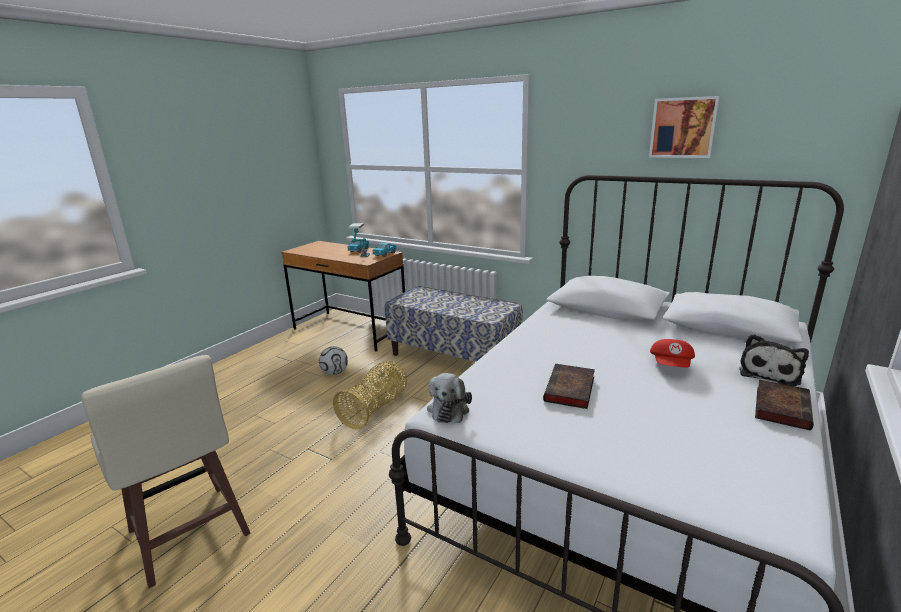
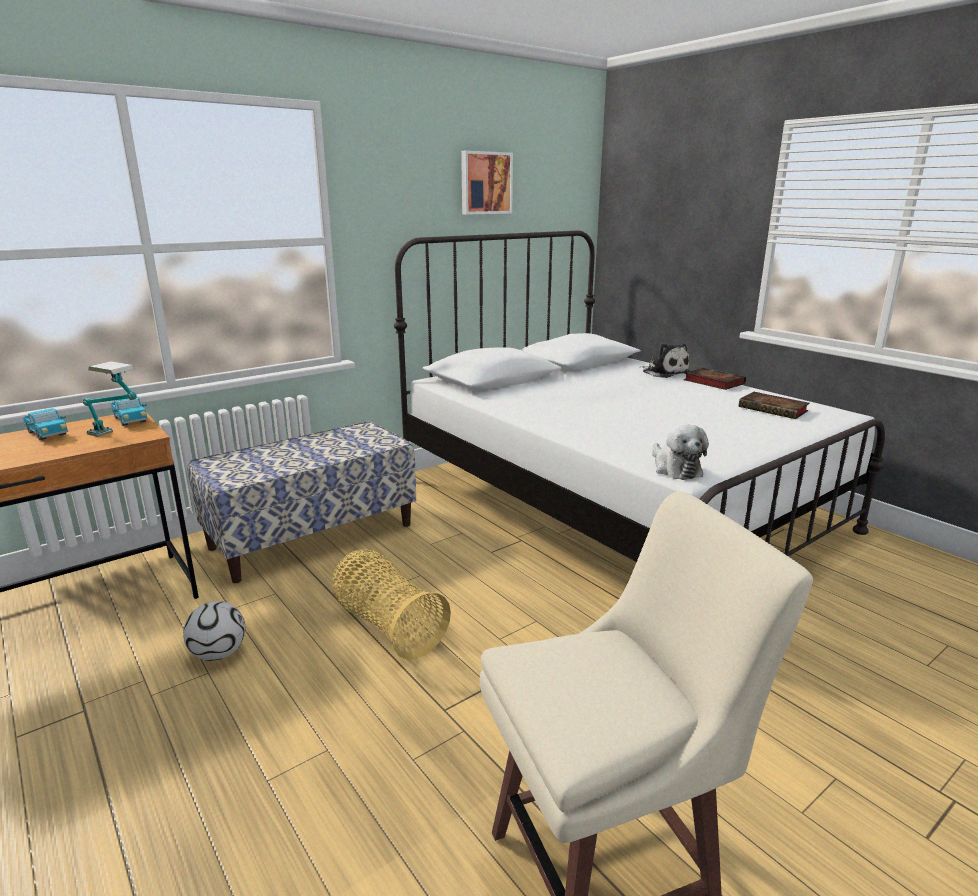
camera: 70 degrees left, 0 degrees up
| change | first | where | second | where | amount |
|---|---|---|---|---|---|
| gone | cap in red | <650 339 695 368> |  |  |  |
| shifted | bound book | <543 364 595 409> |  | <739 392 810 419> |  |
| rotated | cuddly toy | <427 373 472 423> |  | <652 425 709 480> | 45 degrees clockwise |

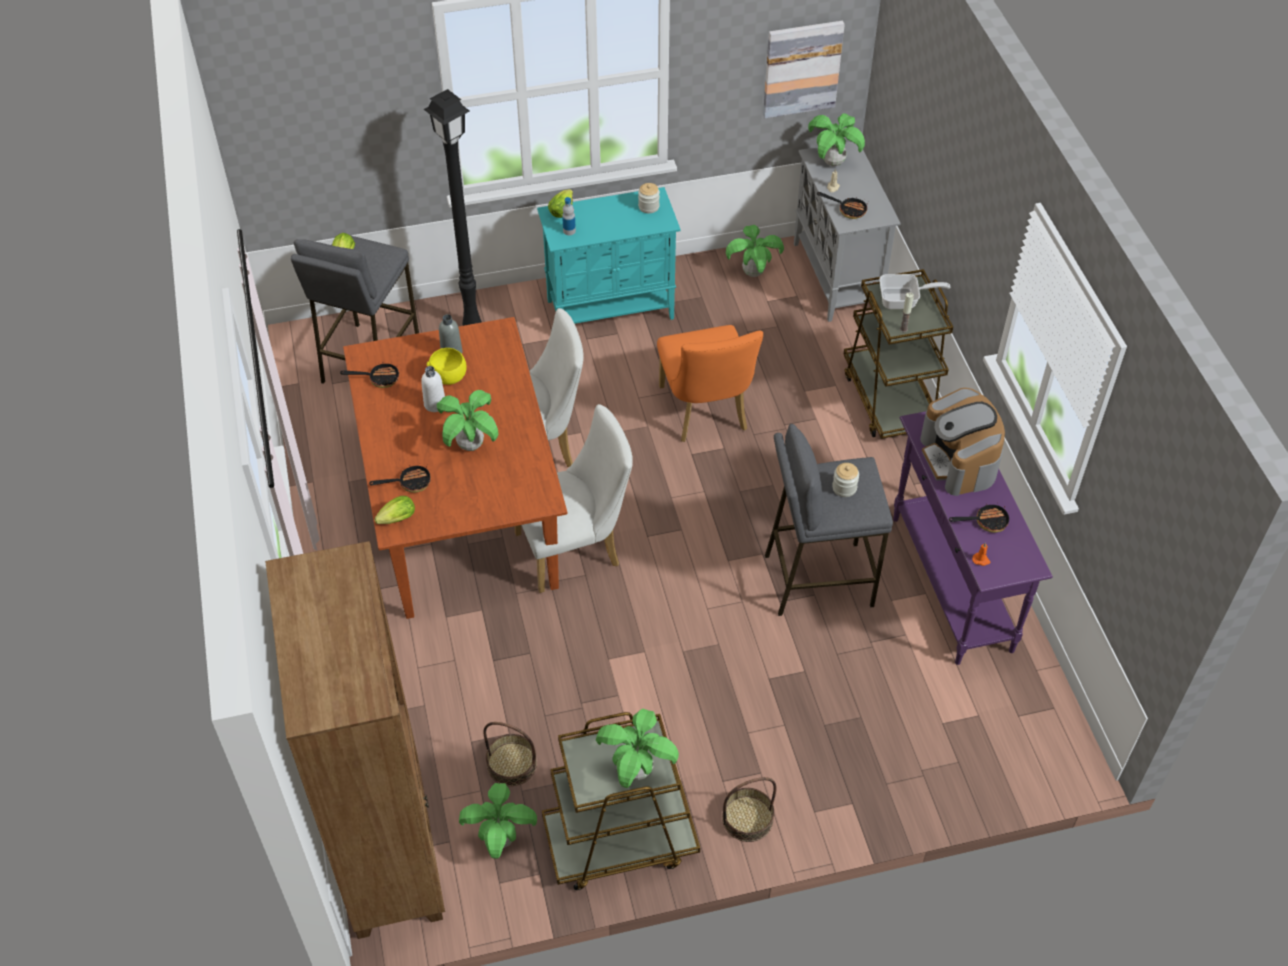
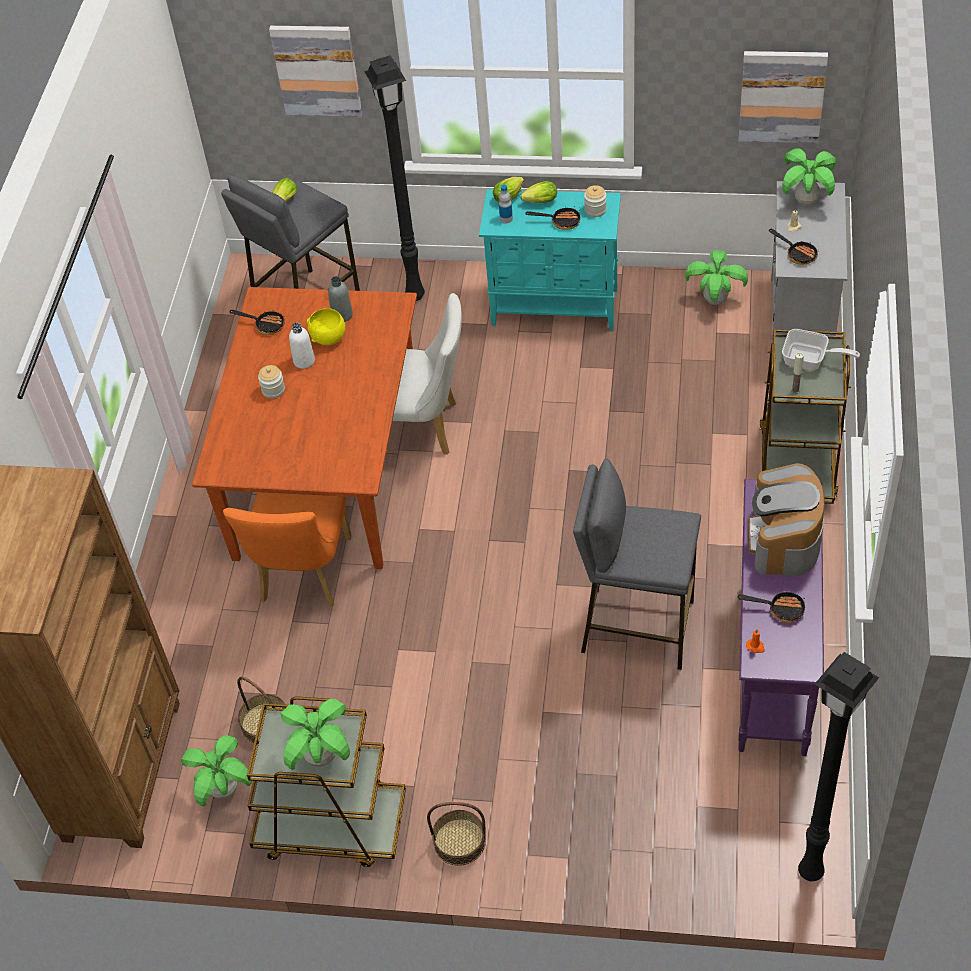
camera: 25 degrees right, 0 degrees up
| change | first | where | second | where | amount |
|---|---|---|---|---|---|
| shifted | chair in orangey | <657 325 763 442> |  | <223 492 352 606> |  |
| gone | houseplant | <437 390 499 451> |  |  |  |
| gone | chair in whitish | <515 404 633 593> |  |  |  |
| shifted | pan | <369 463 431 493> |  | <525 206 581 230> |  |
| shifted | preserve jar | <832 463 859 497> |  | <258 365 285 399> |  |
| shifted | lettuce head | <374 496 415 524> |  | <520 181 557 203> |  |
| new |  |  | picture | <269 26 362 117> |  |
| new |  |  | standing lamp in black | <798 652 879 881> |  |

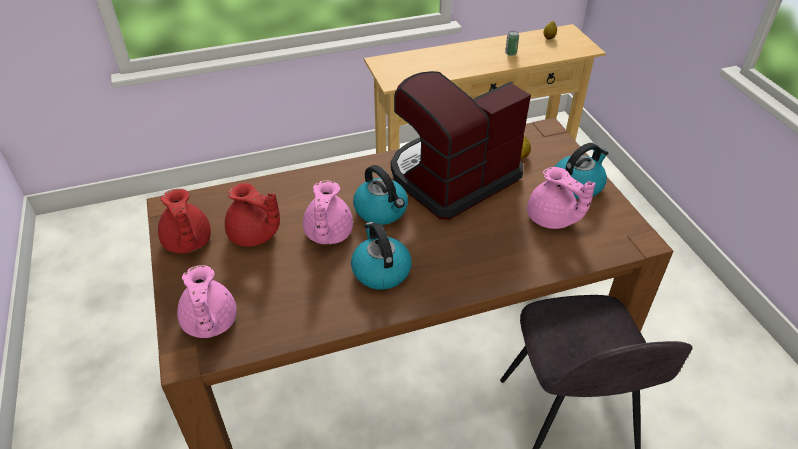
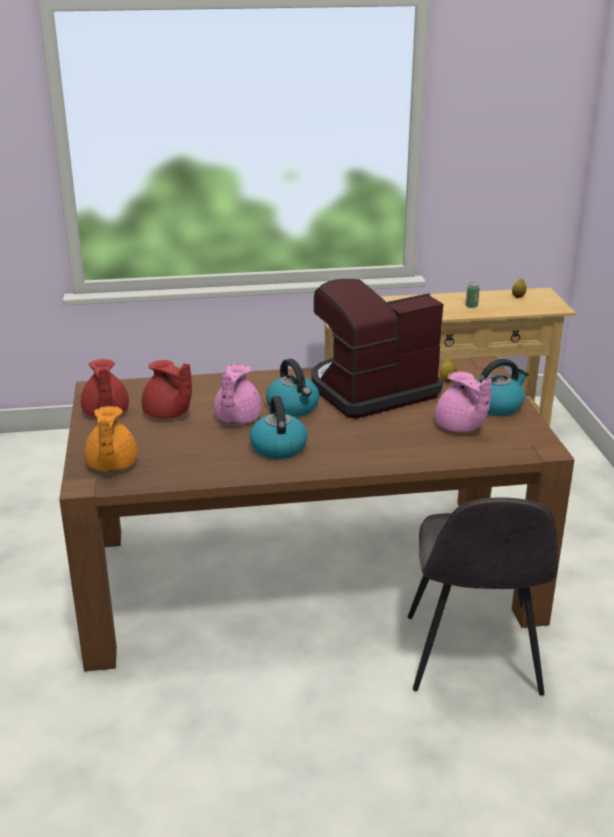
camera: 10 degrees right, 15 degrees down
| change | first | where | second | where | amount |
|---|---|---|---|---|---|
| repainted | tea pot in pinkish | <177 265 237 338> | tea pot in orangey | <84 406 138 472> |  |

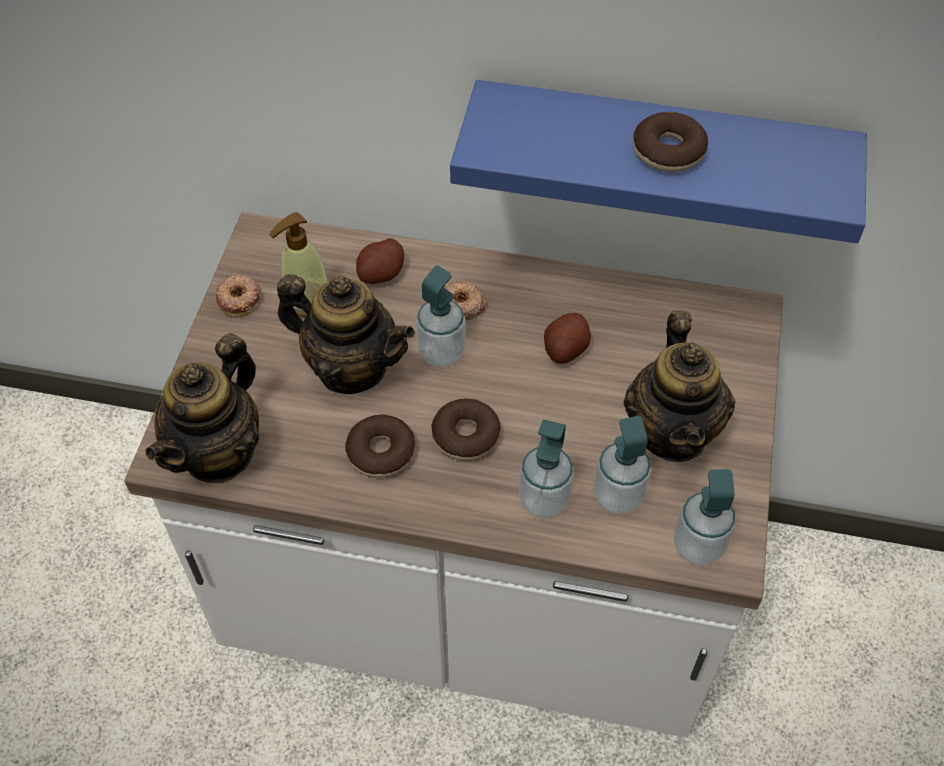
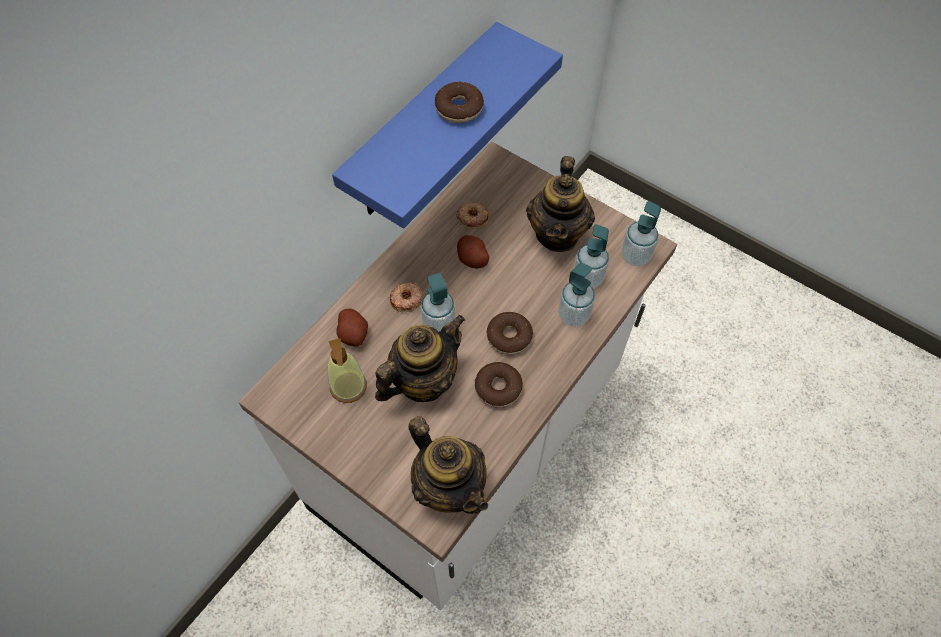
camera: 65 degrees left, 5 degrees up
| change | first | where | second | where | amount |
|---|---|---|---|---|---|
| shifted | donut | <215 275 261 318> |  | <456 202 489 229> |  |
| rotated | tea pot | <623 310 735 462> |  | <526 156 595 252> | 75 degrees clockwise |

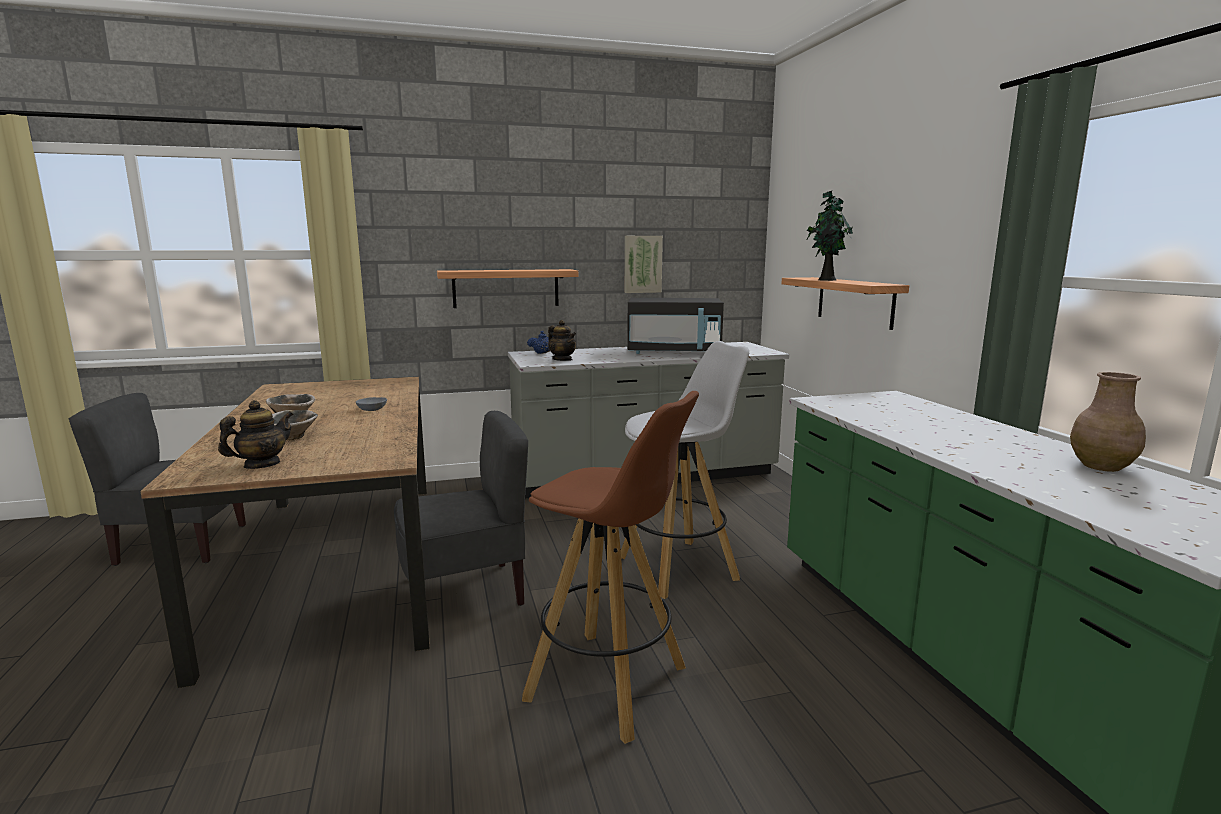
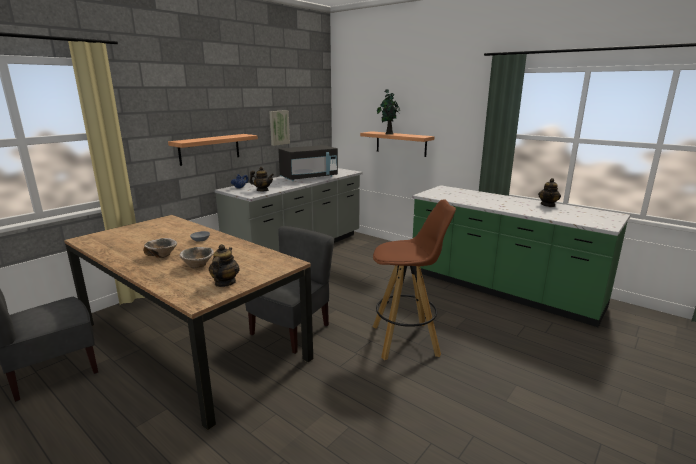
camera: 35 degrees left, 5 degrees up
| change | first | where | second | where | amount |
|---|---|---|---|---|---|
| gone | sitting stool in whitish | <621 341 749 599> |  |  |  |
| swapped | decorative vase in brownish | <1070 372 1146 472> | tea pot | <538 178 561 207> |  |

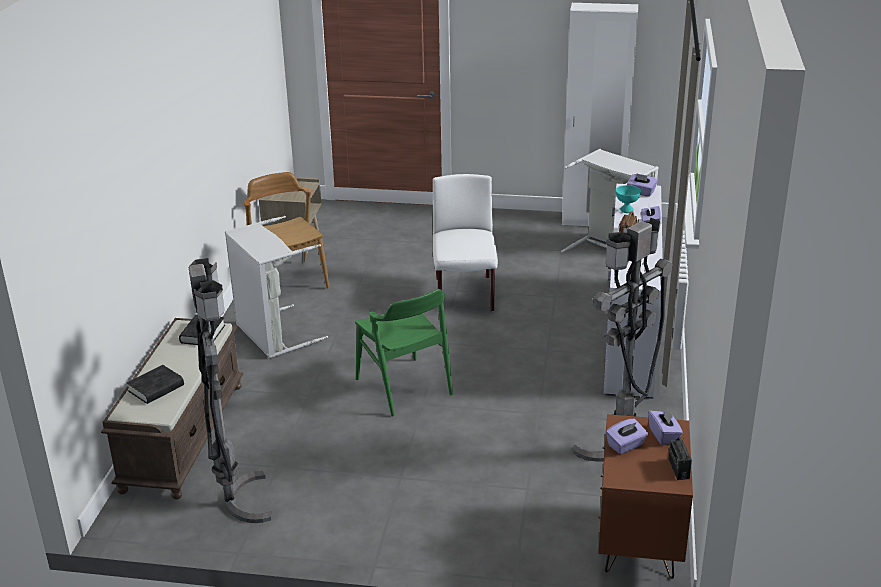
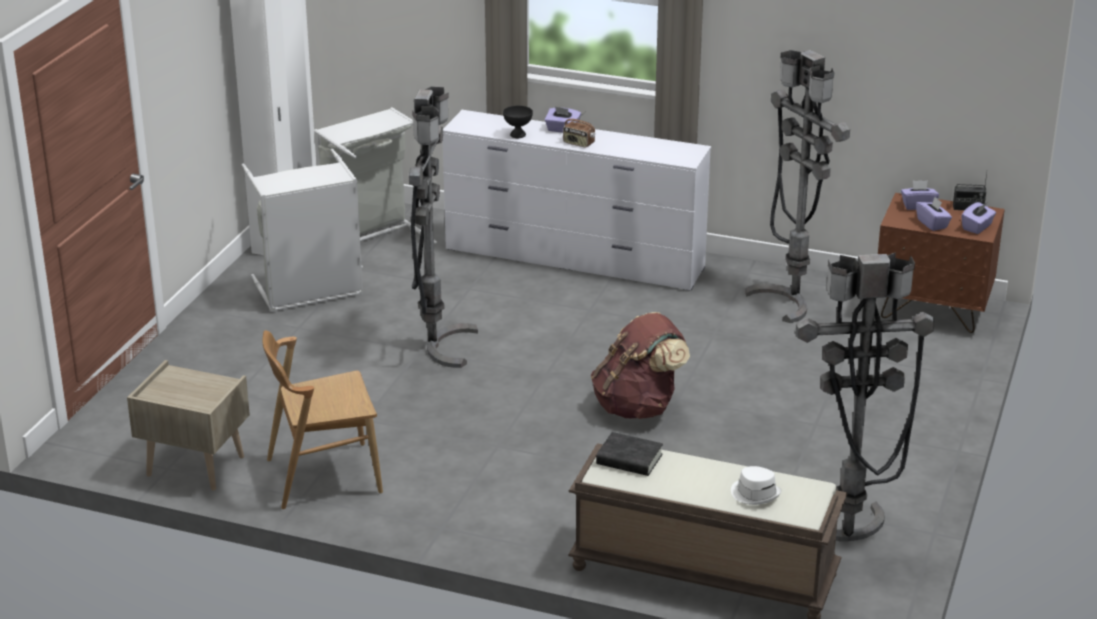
camera: 80 degrees left, 0 degrees up
| change | first | where | second | where | amount |
|---|---|---|---|---|---|
| shifted | tissue holder in purple-coloured | <627 173 658 197> |  | <961 202 996 234> |  |
| swapped | chair in whitish | <433 174 498 312> | standing lamp in grey | <409 86 478 368> |  |
| repainted | bowl in blue-green | <616 185 641 213> | bowl in black | <503 105 533 138> |  |
| shifted | hamper in grey | <225 216 328 359> |  | <241 148 364 312> |  |
| swapped | chair in greenish | <355 289 453 416> | backpack in brownish | <591 312 690 419> |  |
| swapped | bound book in black | <127 365 184 404> | clothing hat in whitish | <731 466 782 505> |  |

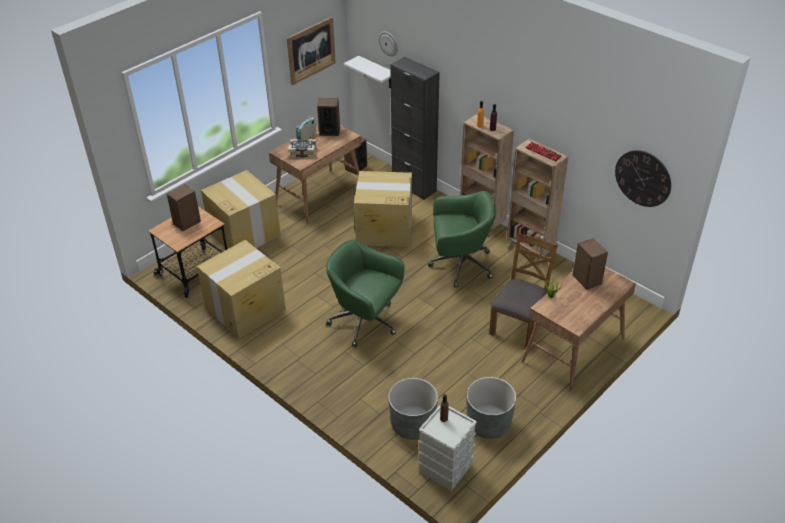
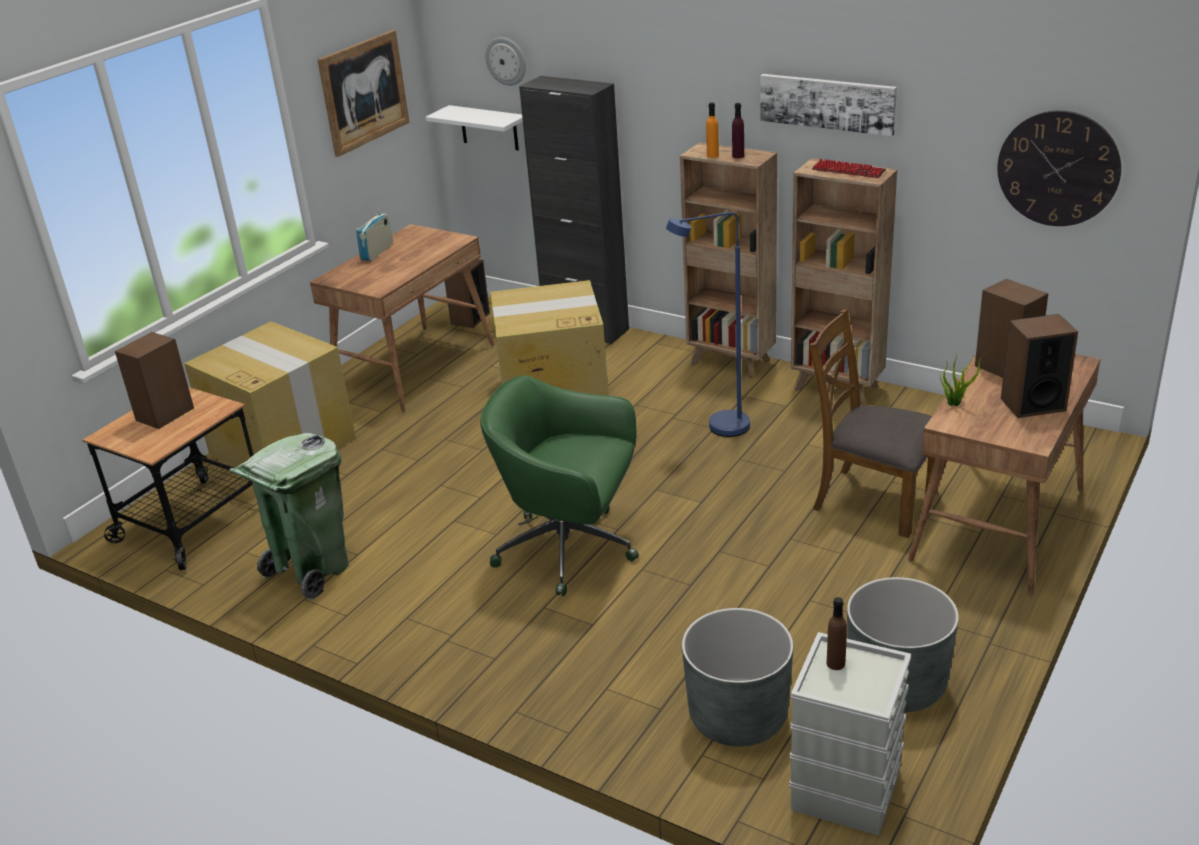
camera: 10 degrees left, 10 degrees down
| change | first | where | second | where | amount |
|---|---|---|---|---|---|
| shifted | speaker | <317 98 340 136> |  | <1001 314 1078 418> |  |
| gone | bound book | <288 139 317 158> |  |  |  |
| swapped | computer chair in greenish | <428 191 496 288> | standing lamp in bluish | <666 212 750 437> |  |
| rotated | chair in brownish | <489 232 558 348> |  | <809 309 938 538> | 75 degrees counterclockwise |
| swapped | carton | <197 240 286 339> | trash can in greenish | <230 433 348 601> |  |
| new |  |  | picture | <760 74 897 136> |  |

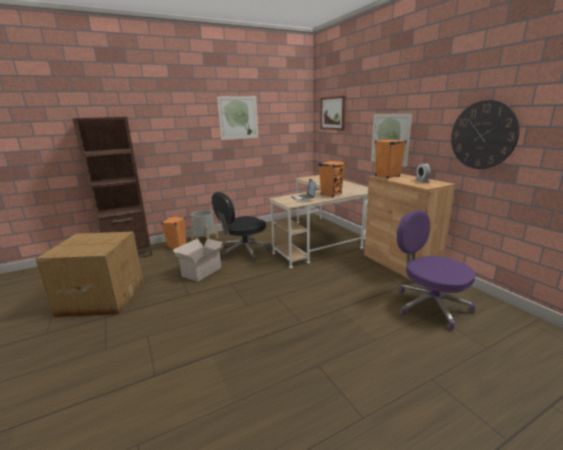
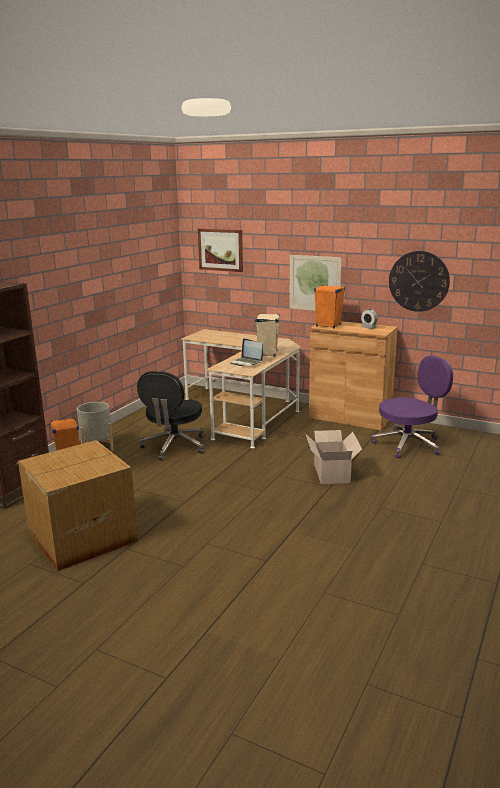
camera: 35 degrees left, 0 degrees up
| change | first | where | second | where | amount |
|---|---|---|---|---|---|
| gone | picture | <217 96 258 140> |  |  |  |
| repainted | speaker in orangey | <319 161 346 197> | speaker in beige | <255 313 280 357> |  |
| rotated | computer chair in purple-coloured | <397 210 476 330> |  | <371 356 453 458> | 135 degrees clockwise |
| shifted | carton | <173 238 224 282> |  | <305 430 362 484> |  |

